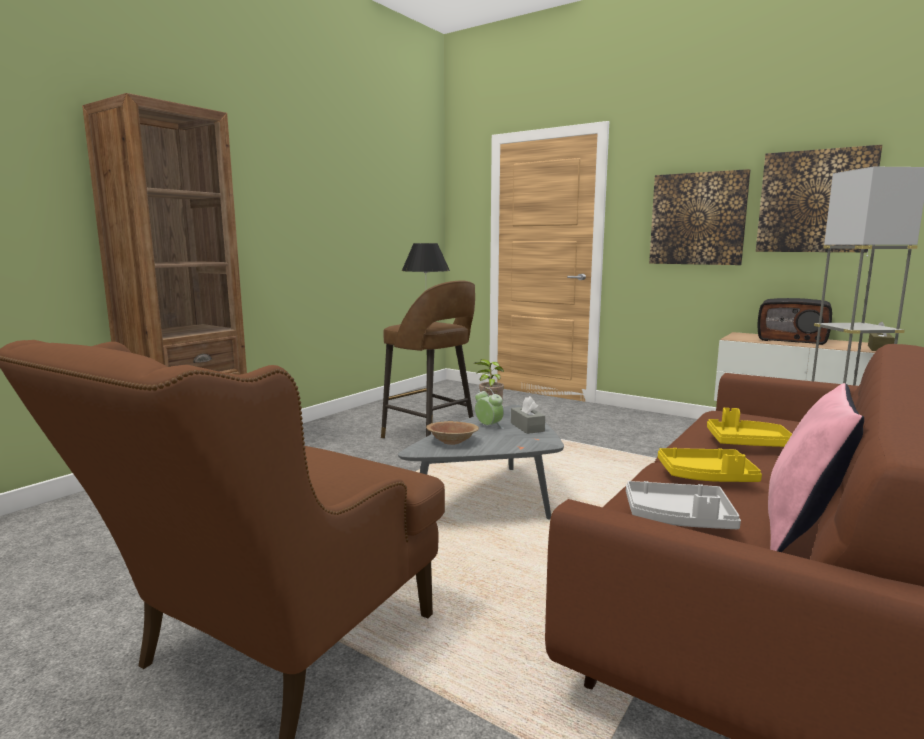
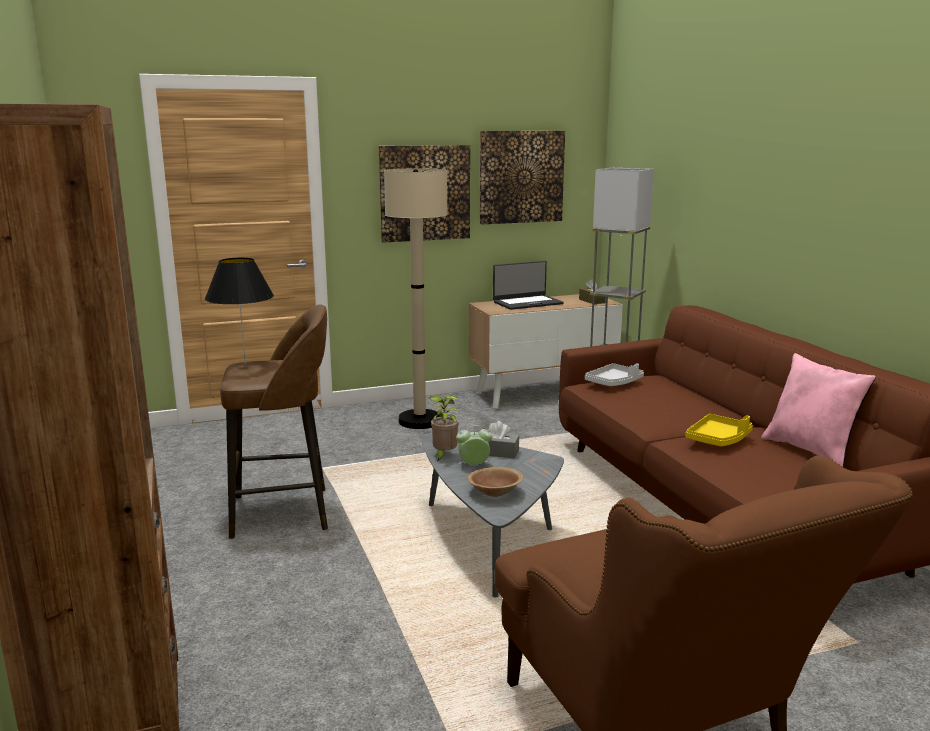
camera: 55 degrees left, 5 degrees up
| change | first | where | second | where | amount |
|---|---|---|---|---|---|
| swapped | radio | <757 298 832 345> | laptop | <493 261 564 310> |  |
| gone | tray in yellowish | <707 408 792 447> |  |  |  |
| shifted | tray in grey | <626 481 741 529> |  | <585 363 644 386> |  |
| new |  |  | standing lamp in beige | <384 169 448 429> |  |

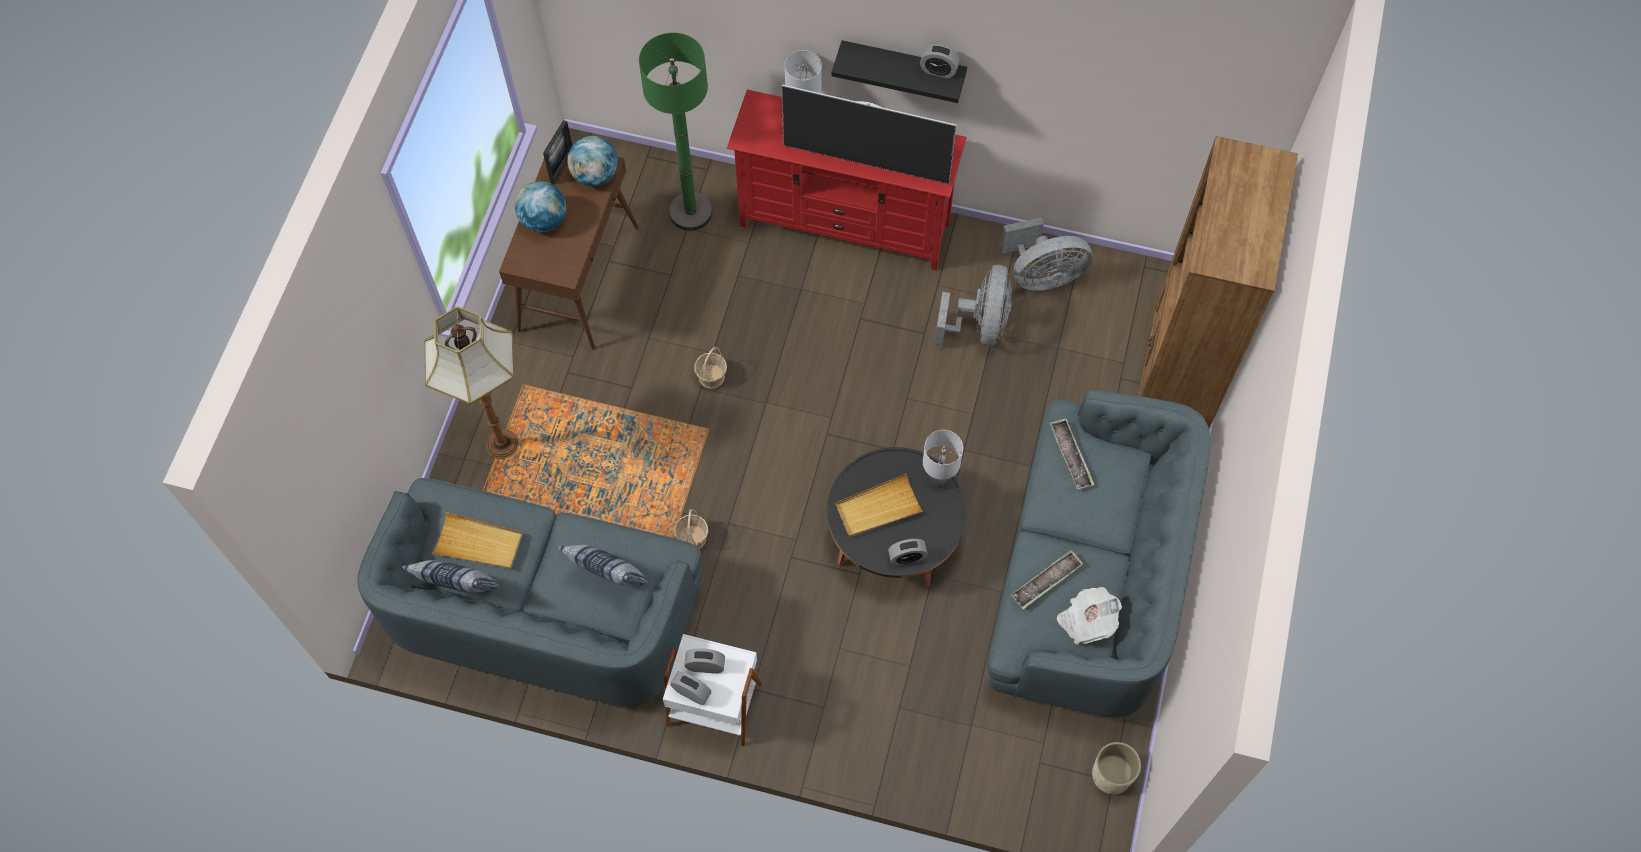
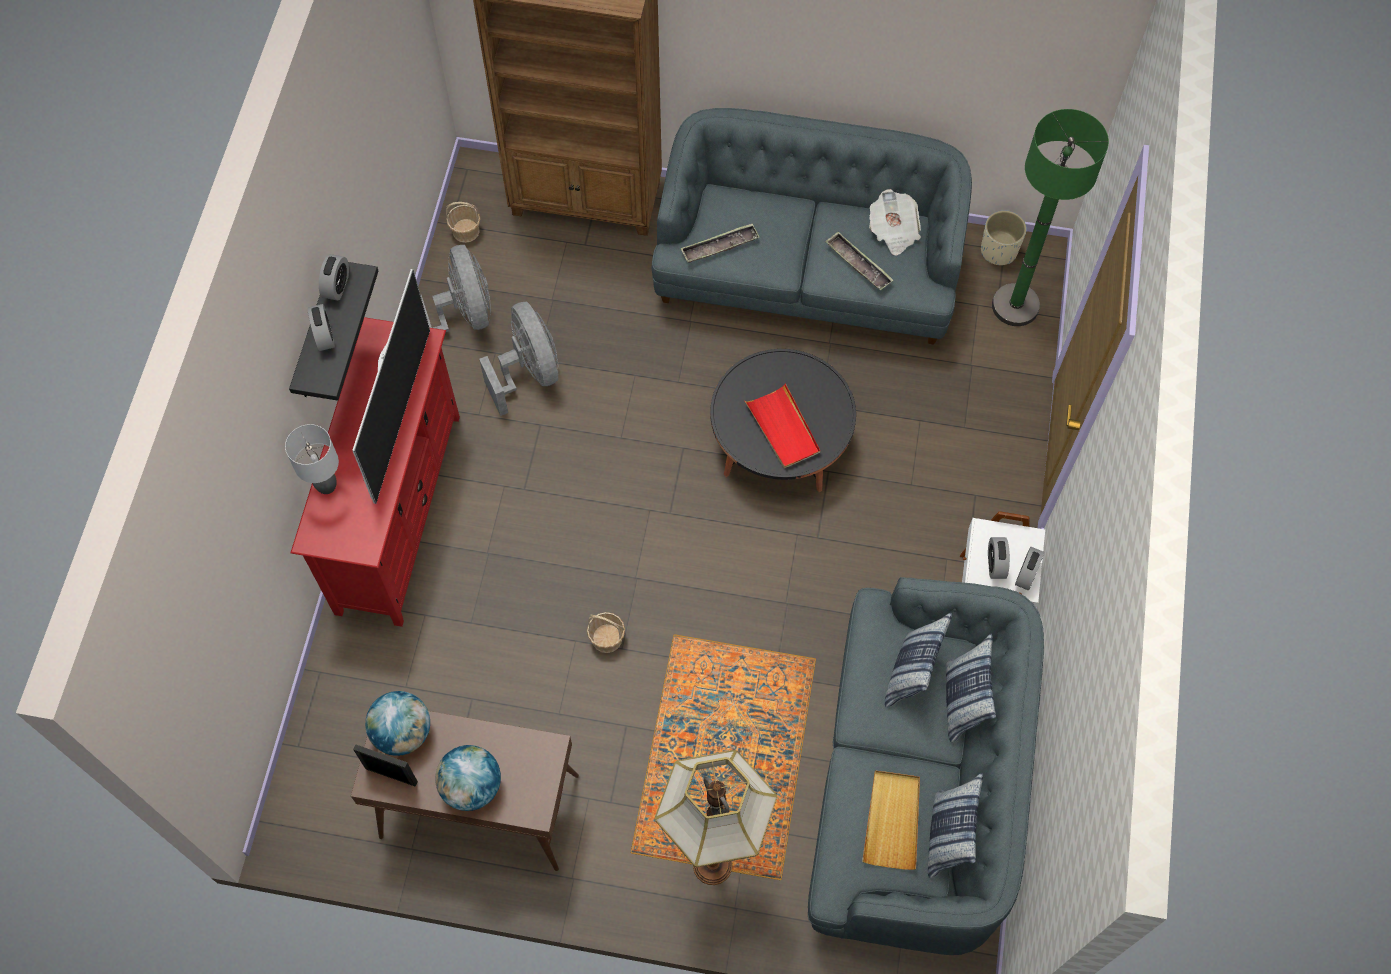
camera: 95 degrees left, 0 degrees up
| change | first | where | second | where | amount |
|---|---|---|---|---|---|
| shifted | standing lamp in greenish | <639 33 712 231> |  | <992 109 1109 326> |  |
| rotated | fan in grey | <934 265 1012 348> |  | <479 302 559 416> | 60 degrees clockwise |
| gone | table lamp in grey | <923 430 963 488> |  |  |  |
| repainted | tray in beige | <835 474 923 537> | tray in red | <745 383 820 468> |  |
| shifted | household basket | <674 509 709 549> |  | <446 202 480 243> |  |
| shifted | alarm clock | <888 539 928 566> |  | <308 304 335 351> |  |
| new |  |  | cushion | <946 634 996 742> |  |

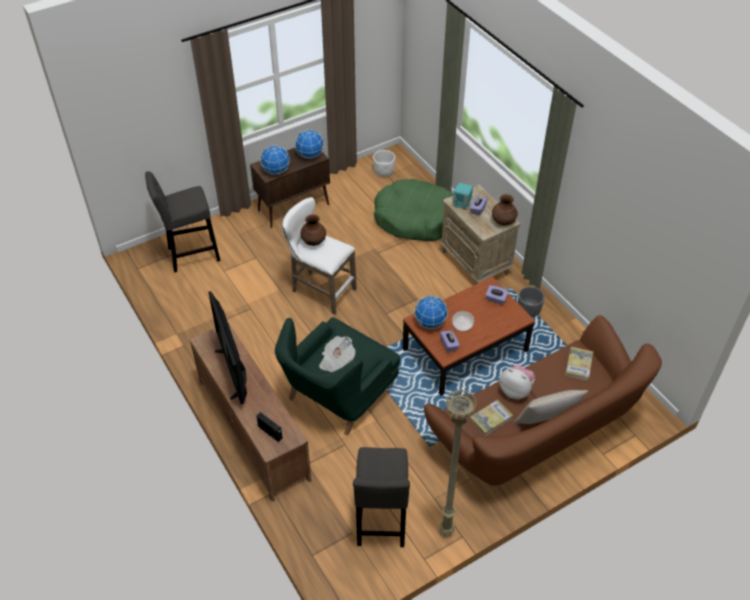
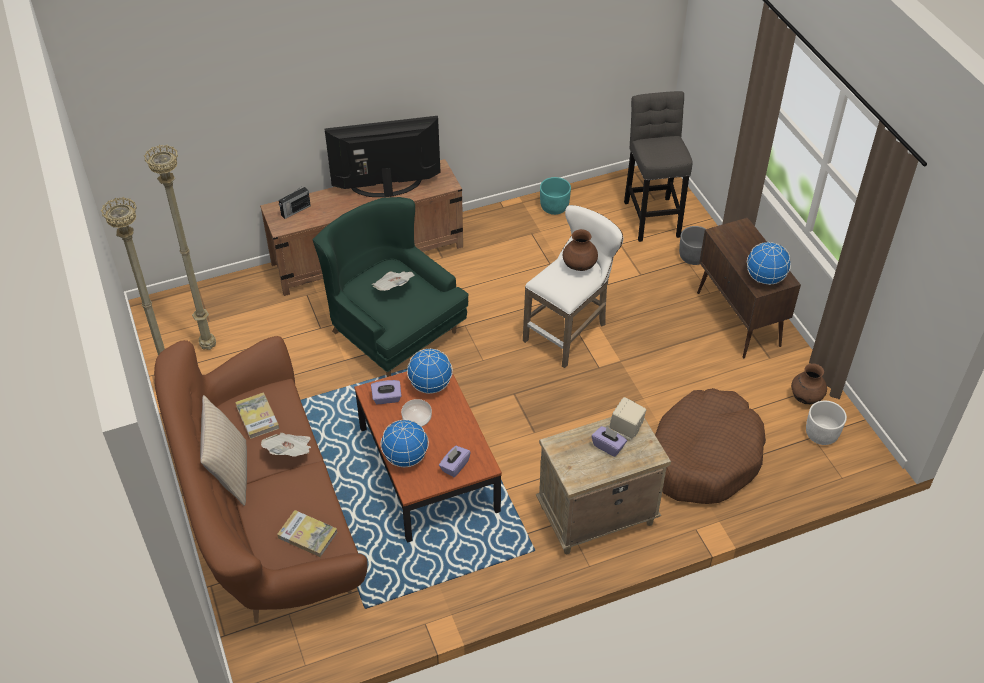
camera: 100 degrees right, 0 degrees up
| change | first | where | second | where | amount |
|---|---|---|---|---|---|
| shifted | desk globe | <260 145 290 174> |  | <381 420 429 467> |  |
| repainted | pet bed in greenish | <374 179 453 241> | pet bed in brownish | <655 388 766 504> |  |
| repainted | speaker in blue-green | <452 183 473 209> | speaker in beige | <609 397 646 440> |  |
| shifted | decorative vase in brownish | <492 194 518 226> |  | <791 364 827 404> |  |
| shifted | planter in grey | <518 287 545 317> |  | <679 226 706 265> |  |
| swapped | cuddly toy | <499 365 535 399> | printed paper | <261 433 311 457> |  |
| swapped | sitting stool in grey | <353 447 410 547> | standing lamp in beige | <144 145 216 350> |  |
| new |  |  | planter in blue-green | <540 177 571 215> |  |

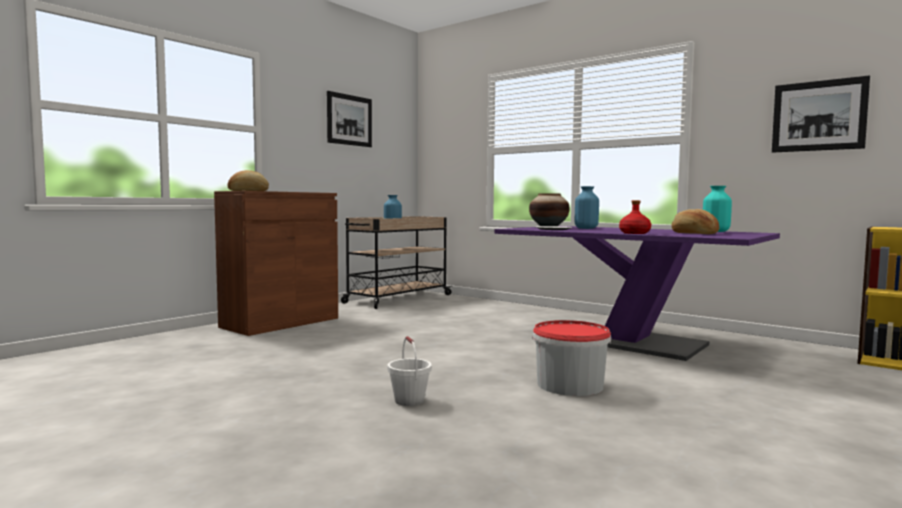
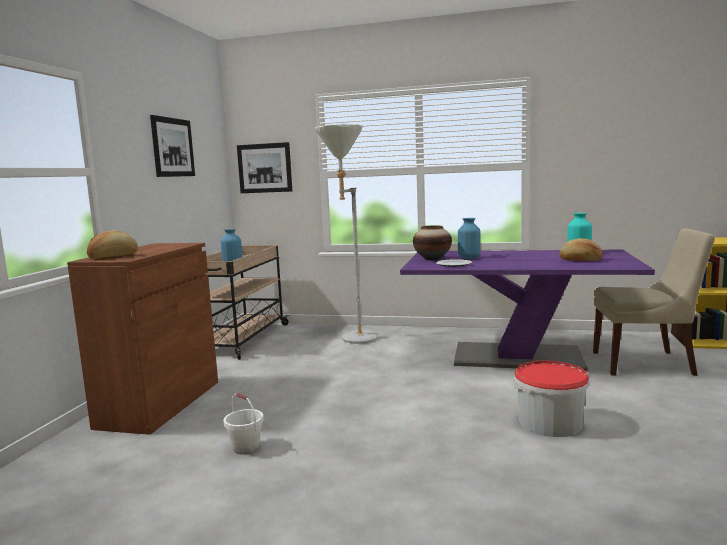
camera: 25 degrees left, 5 degrees up
| change | first | where | second | where | amount |
|---|---|---|---|---|---|
| shifted | picture | <772 75 870 153> |  | <237 142 292 193> |  |
| gone | beverage bottle in red | <619 200 651 234> |  |  |  |
| shifted | pail in whitish | <387 336 432 406> |  | <223 393 264 454> |  |
| new |  |  | standing lamp in grey | <315 124 378 344> |  |
| new |  |  | chair in beige | <593 228 715 376> |  |

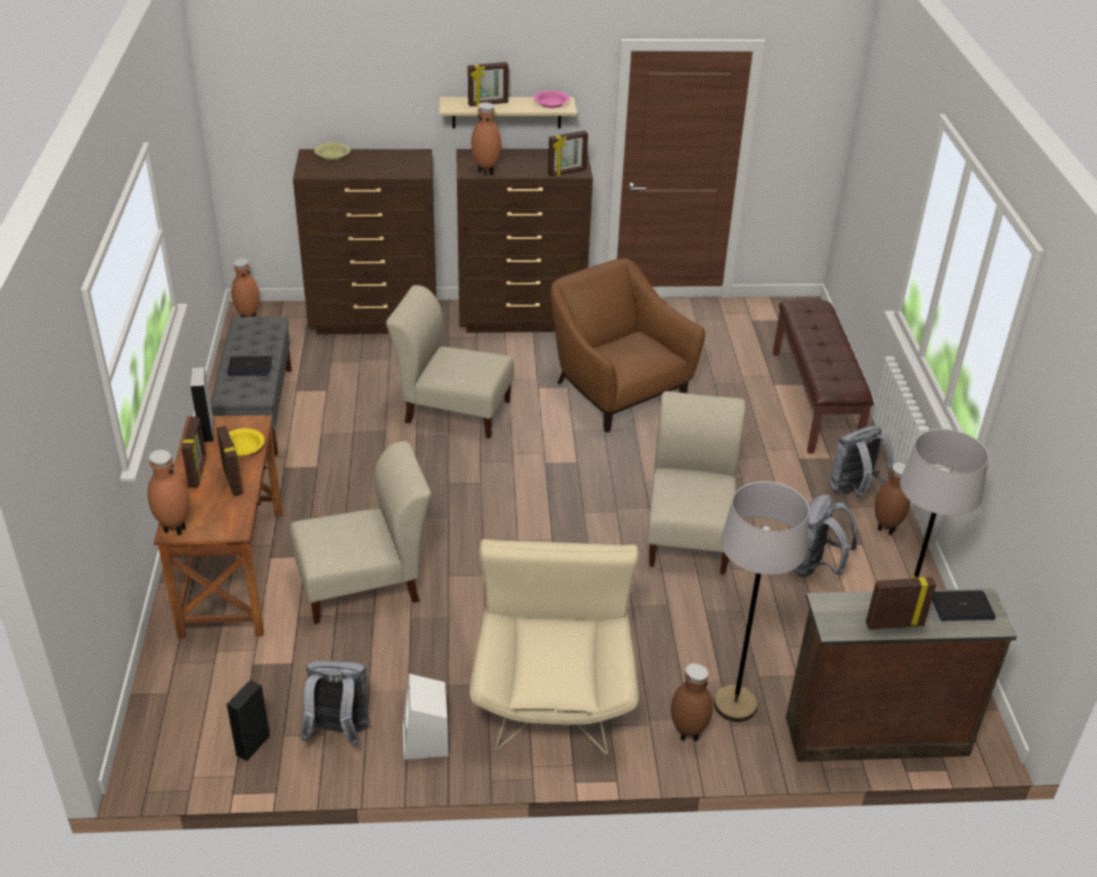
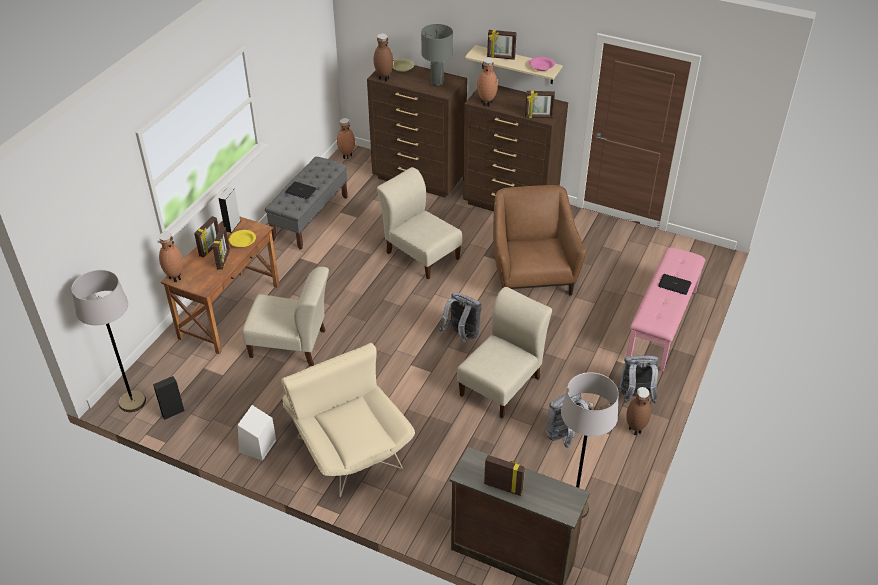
camera: 30 degrees right, 5 degrees up
| change | first | where | second | where | amount |
|---|---|---|---|---|---|
| repainted | bench in brownish | <773 300 874 454> | bench in pinkish | <626 247 705 372> |  |
| shifted | standing lamp in grey | <714 481 809 722> |  | <71 270 146 412> |  |
| rotated | easy chair in beige | <470 539 639 755> |  | <281 343 415 497> | 60 degrees counterclockwise |
| shifted | laptop | <932 590 995 621> |  | <658 274 691 295> |  |
| shifted | backpack in grey | <301 661 370 747> |  | <439 292 481 343> |  |
| shifted | decorative vase in brownish | <671 664 713 742> |  | <374 33 393 82> |  |
| new |  |  | table lamp in grey | <421 24 453 86> |  |

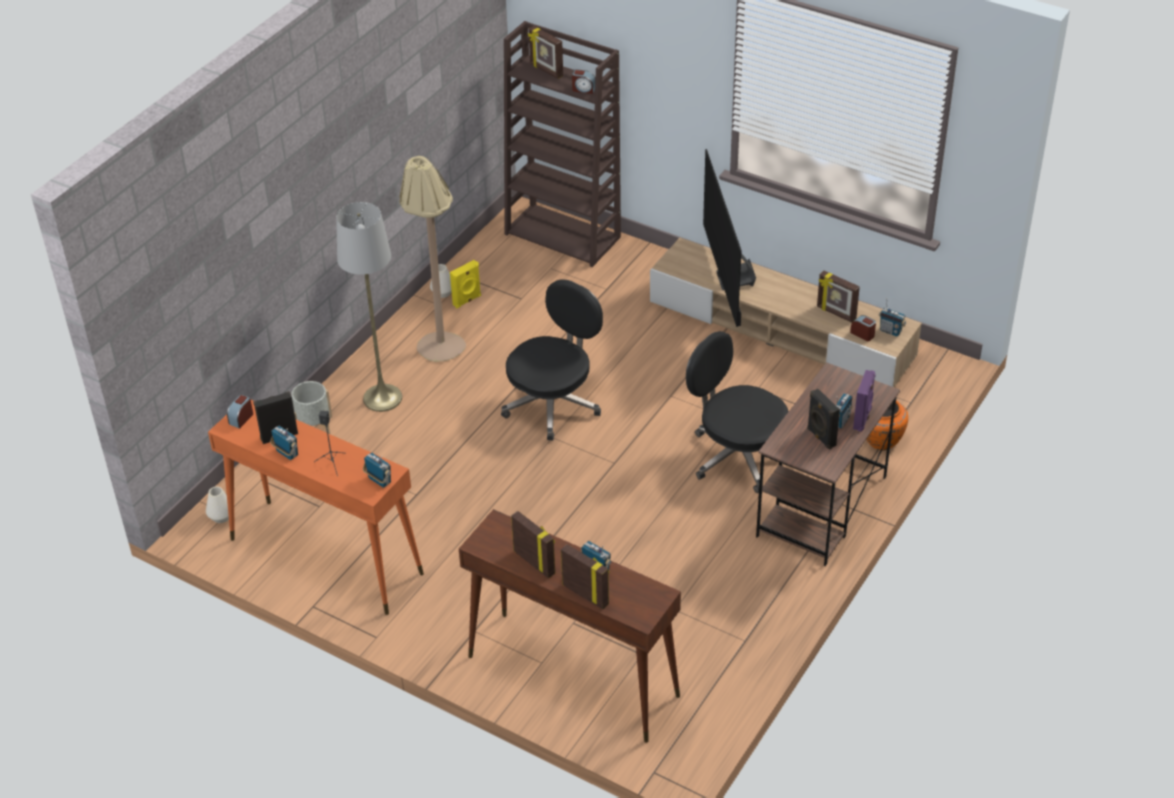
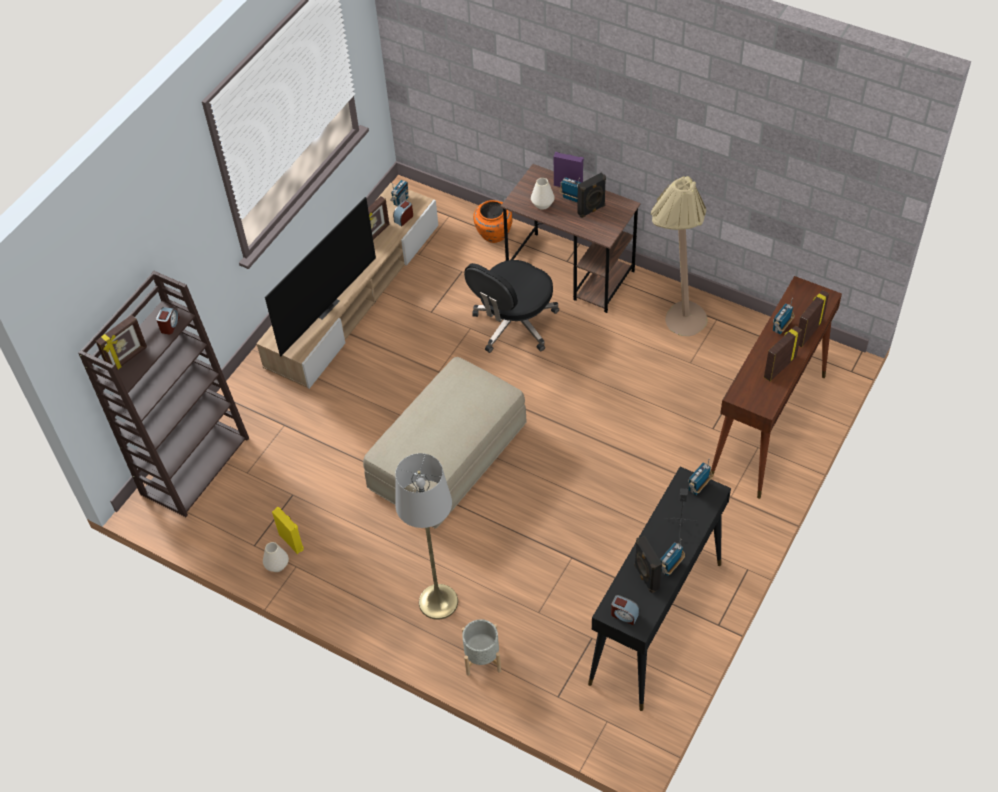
camera: 90 degrees left, 10 degrees up
| change | first | where | second | where | amount |
|---|---|---|---|---|---|
| rotated | TV | <703 149 756 327> |  | <265 197 376 356> | 45 degrees counterclockwise |
| shifted | standing lamp in beige | <399 156 466 362> |  | <651 176 708 336> |  |
| swapped | computer chair in black | <501 279 603 440> | footrest in beige | <363 357 527 529> |  |
| repainted | hall table in orangey | <208 400 424 615> | hall table in black | <588 467 731 711> |  |
| shifted | decorative vase in whitish | <206 486 229 523> |  | <531 178 555 210> |  |

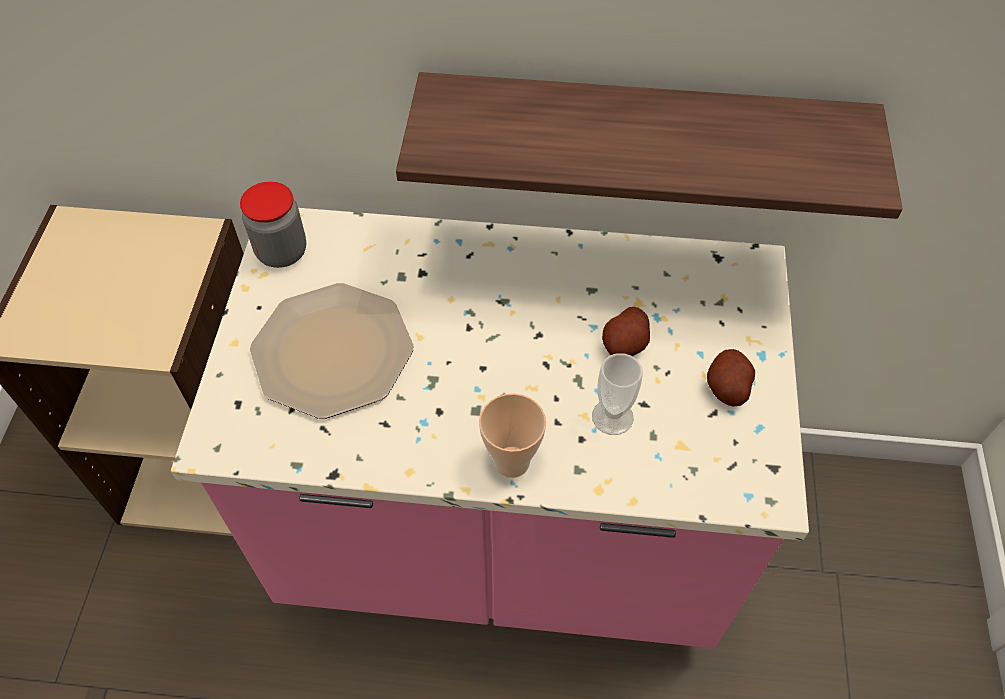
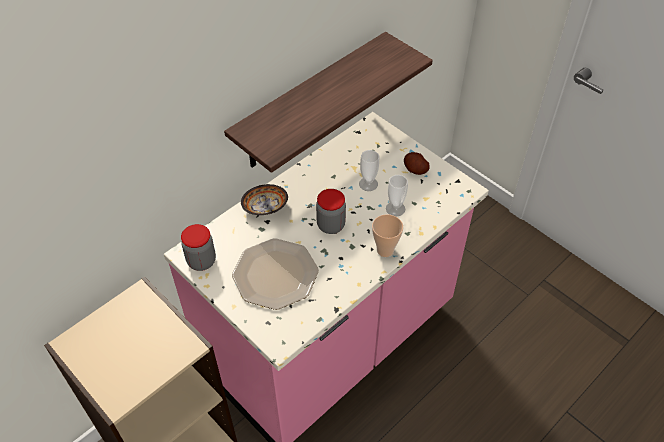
camera: 50 degrees left, 5 degrees down
| change | first | where | second | where | amount |
|---|---|---|---|---|---|
| swapped | potato | <602 307 650 356> | cup | <359 150 379 191> |  |
| new |  |  | bowl | <241 184 288 215> |  |
| new |  |  | preserve jar | <316 189 346 234> |  |

